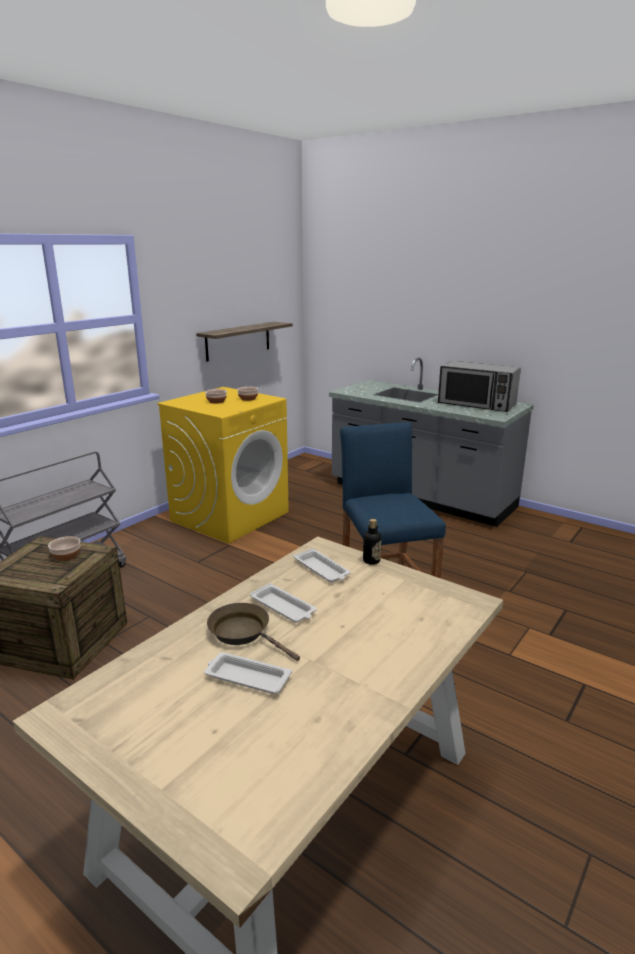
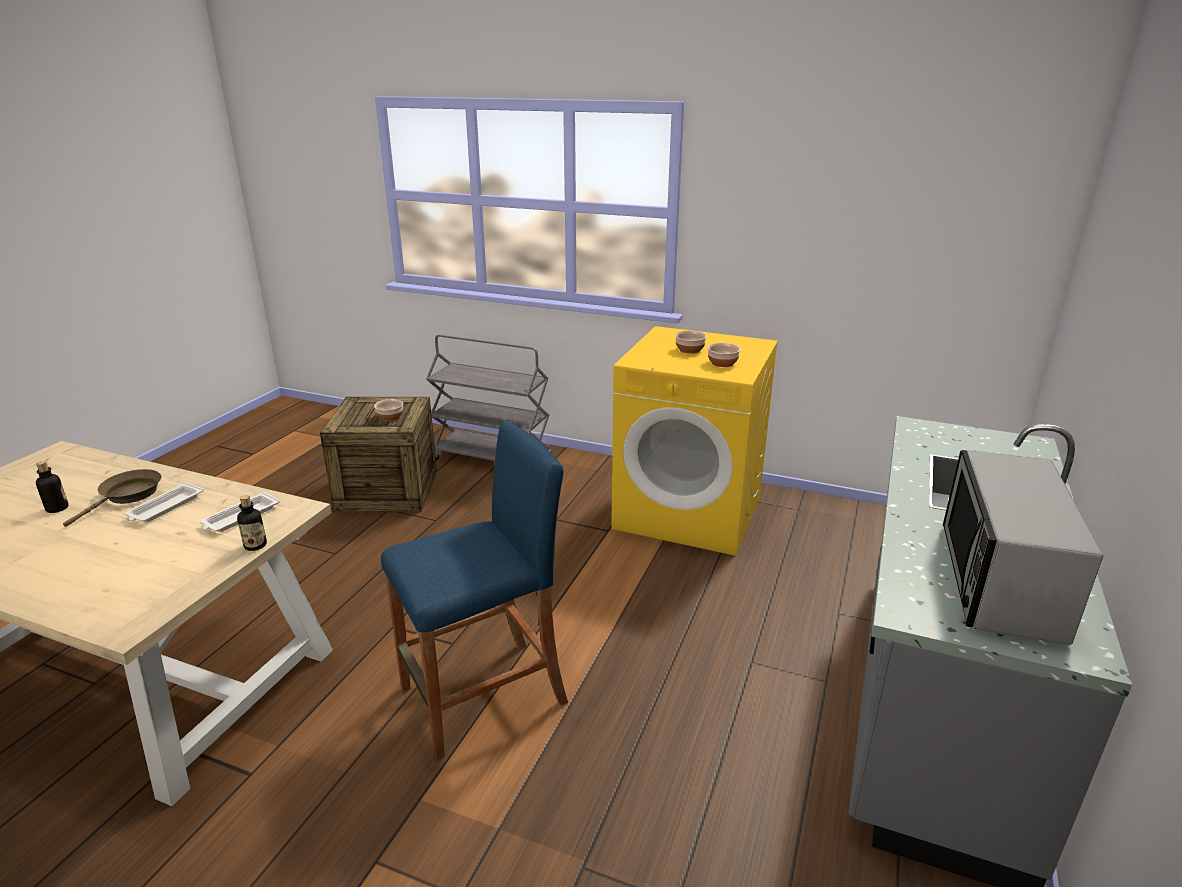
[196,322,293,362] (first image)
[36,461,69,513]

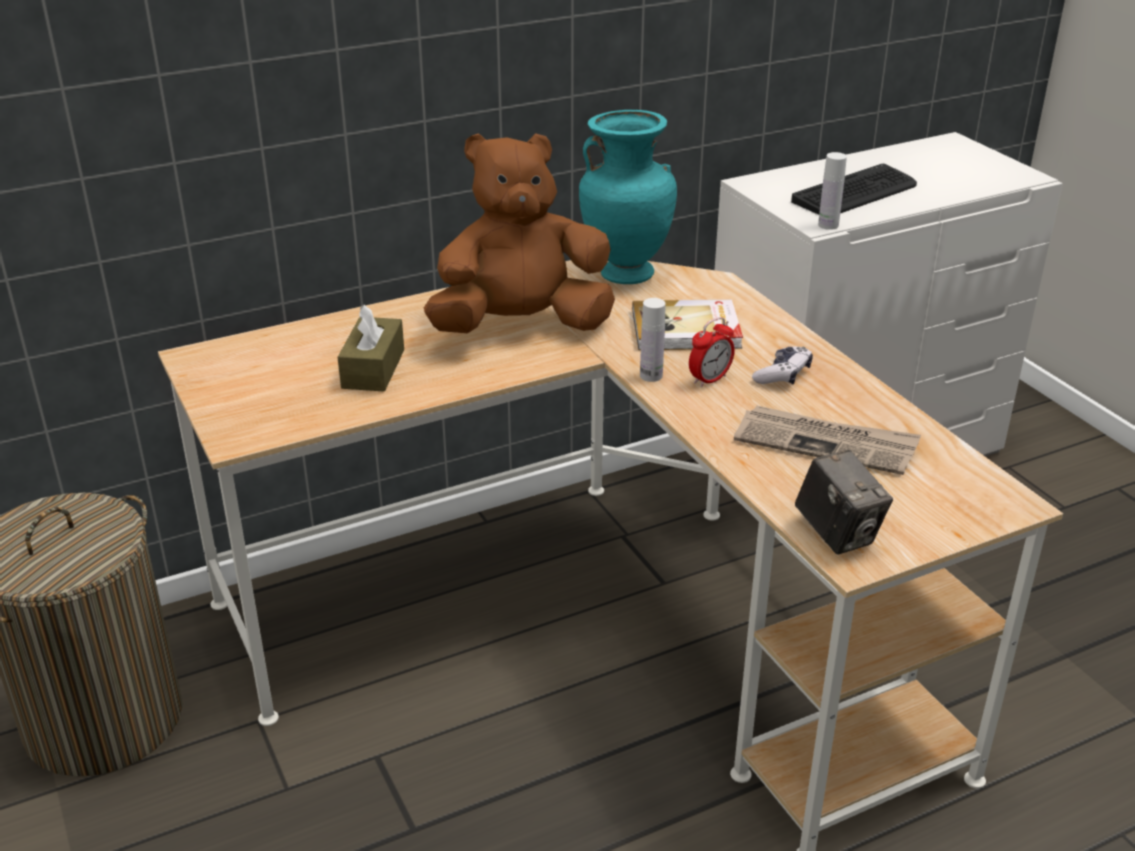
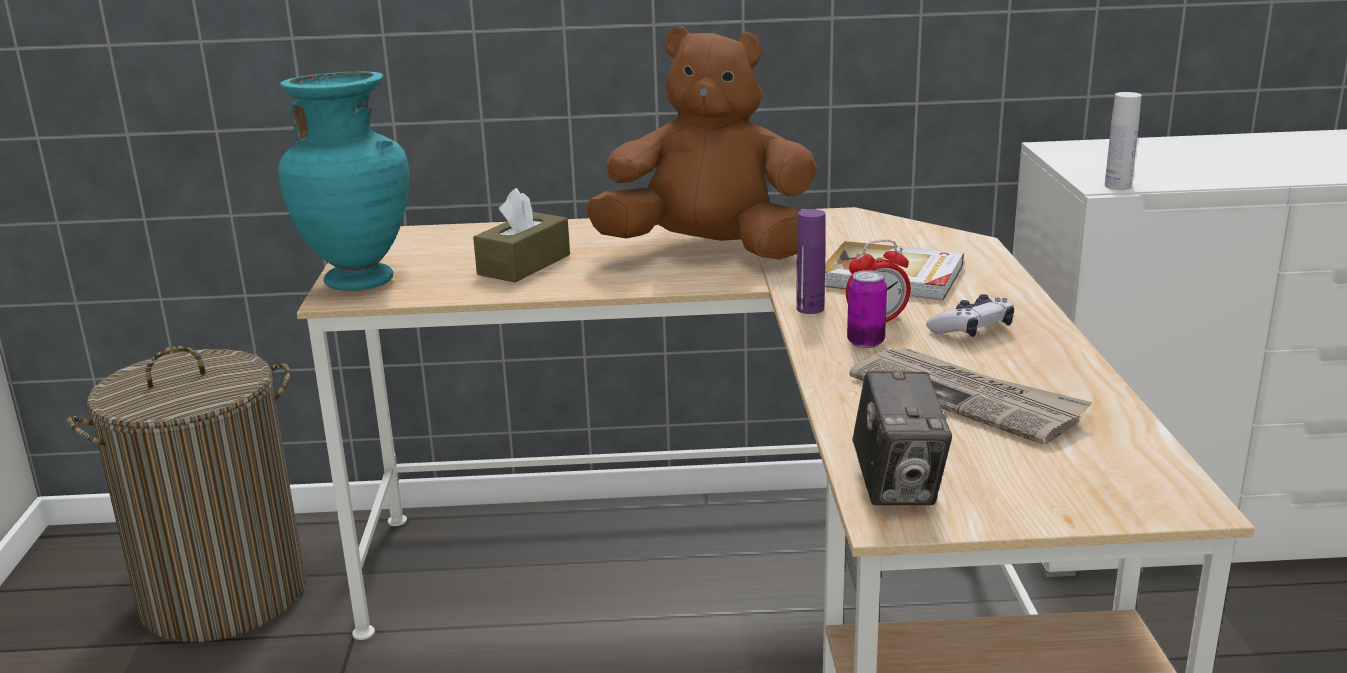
[791,164,917,215] (first image)
[847,270,887,348]
[278,71,409,291]
[796,209,826,314]

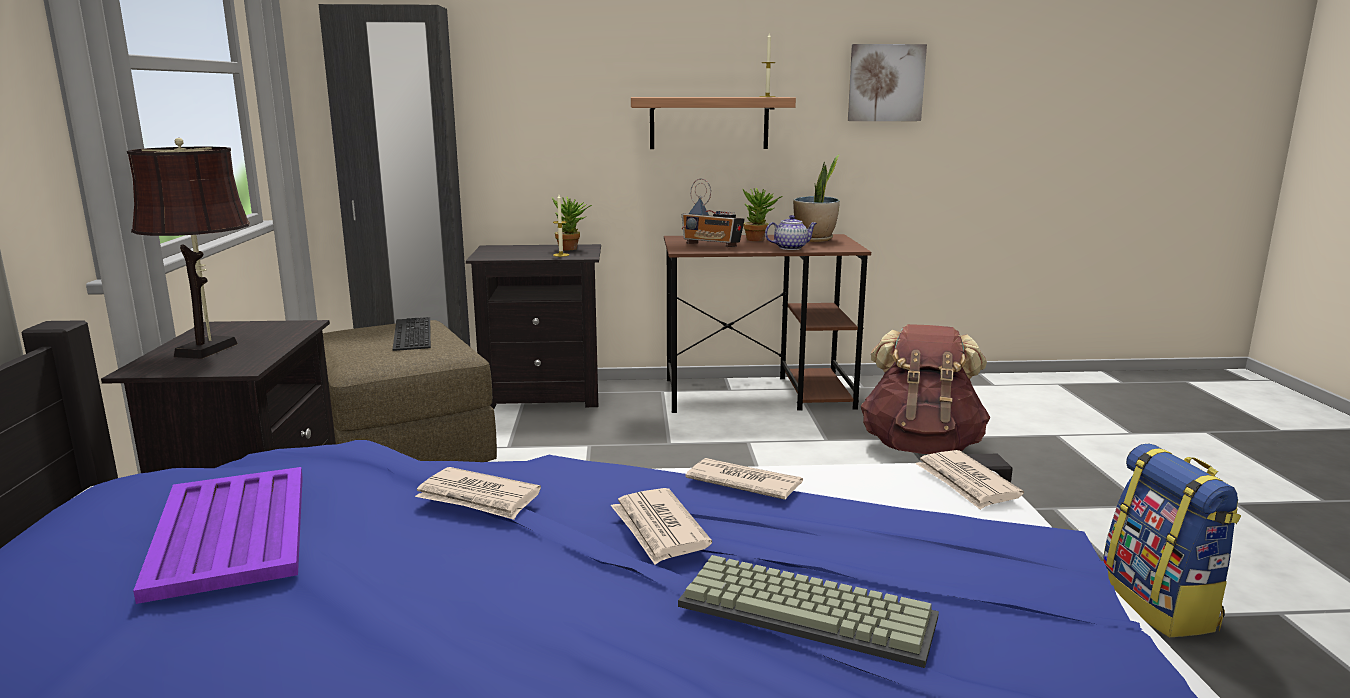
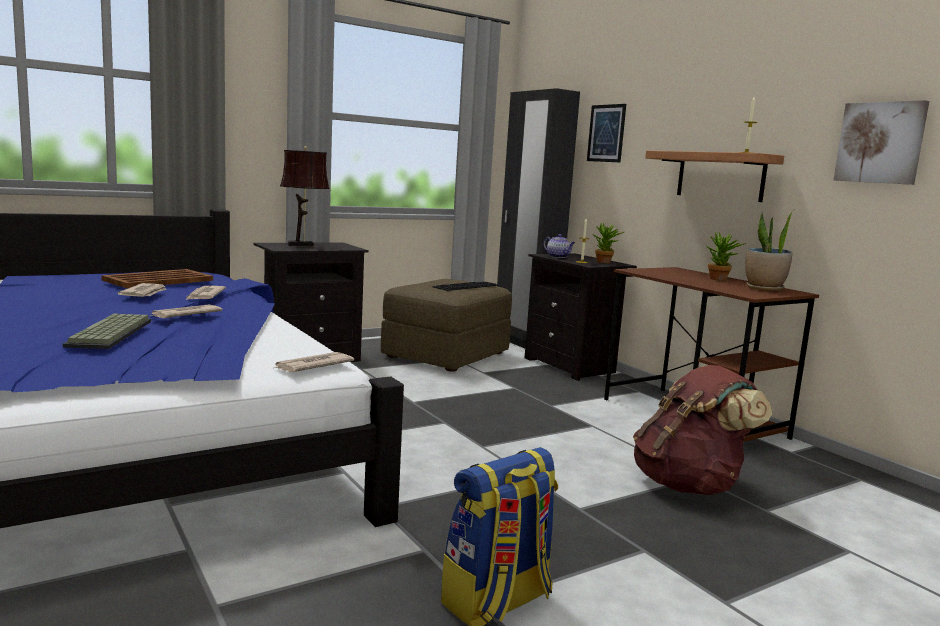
[682,178,745,247] (first image)
[587,104,626,162]
[117,283,167,297]
[543,234,575,258]
[101,269,213,288]

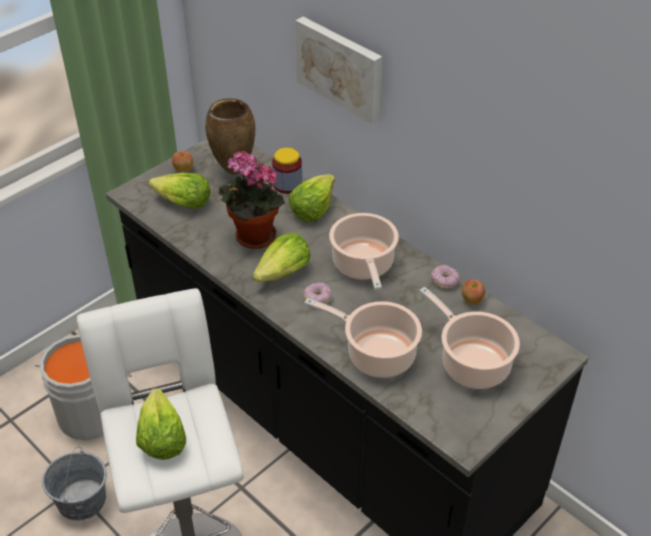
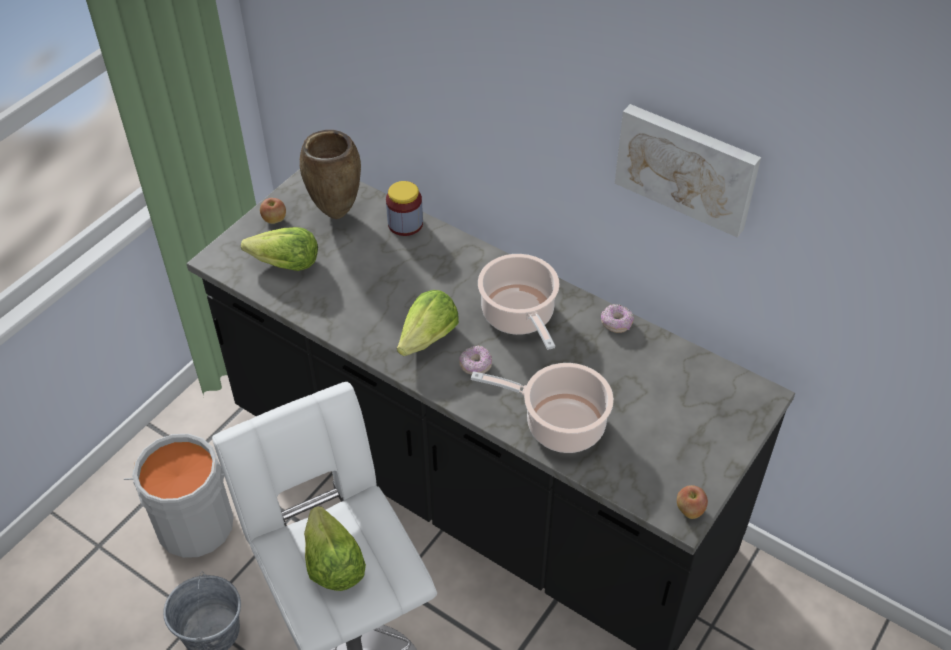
[218,151,285,249] (first image)
[289,174,335,222] (first image)
[419,287,520,389] (first image)
[615,104,761,238]
[677,485,708,519]

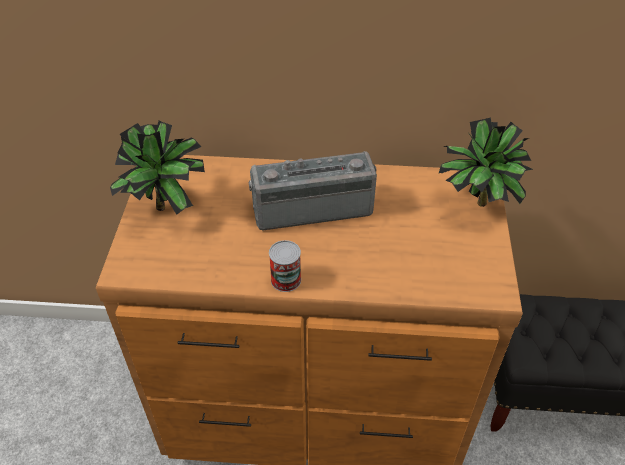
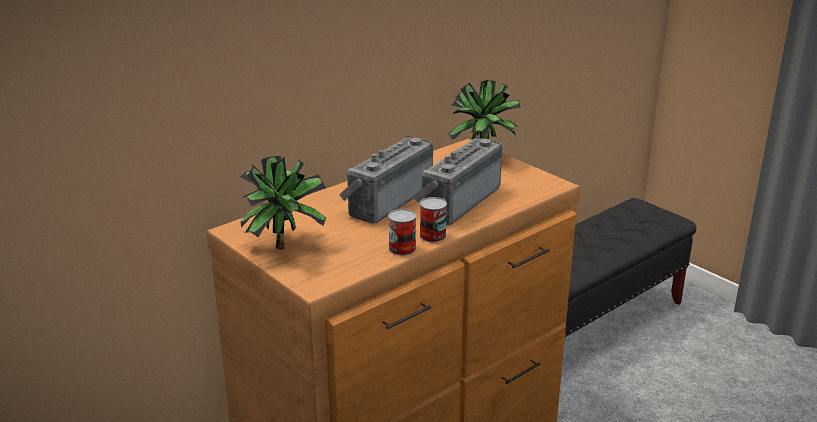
[388,209,416,256]
[413,137,502,225]

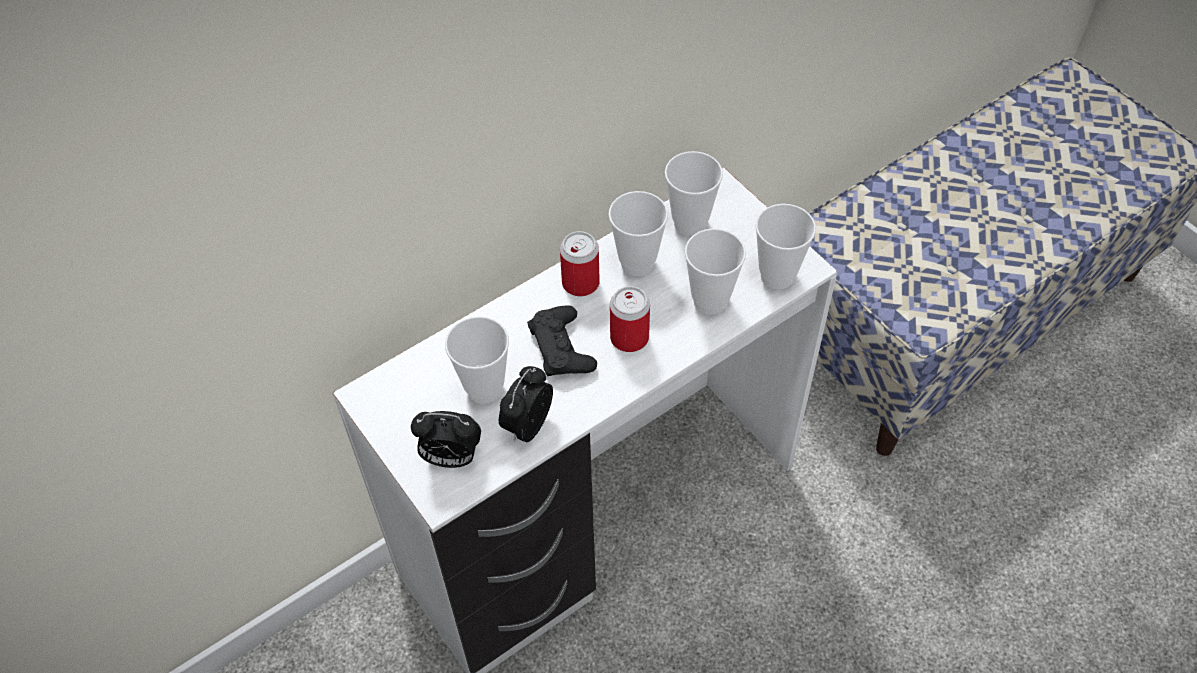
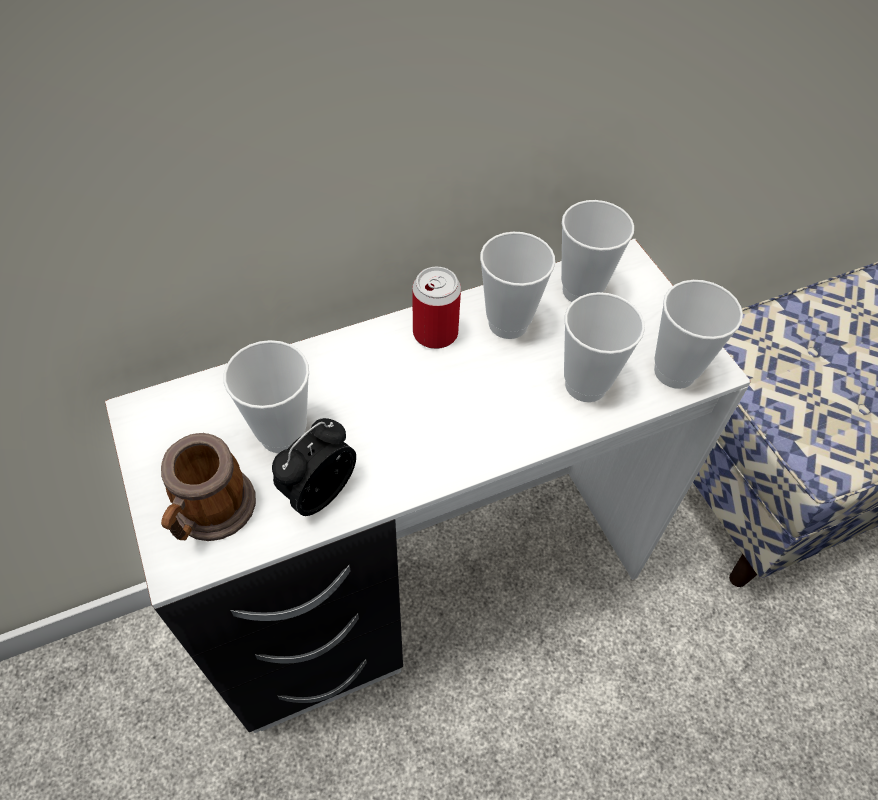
[527,305,597,376] (first image)
[610,286,650,352] (first image)
[161,433,256,541]

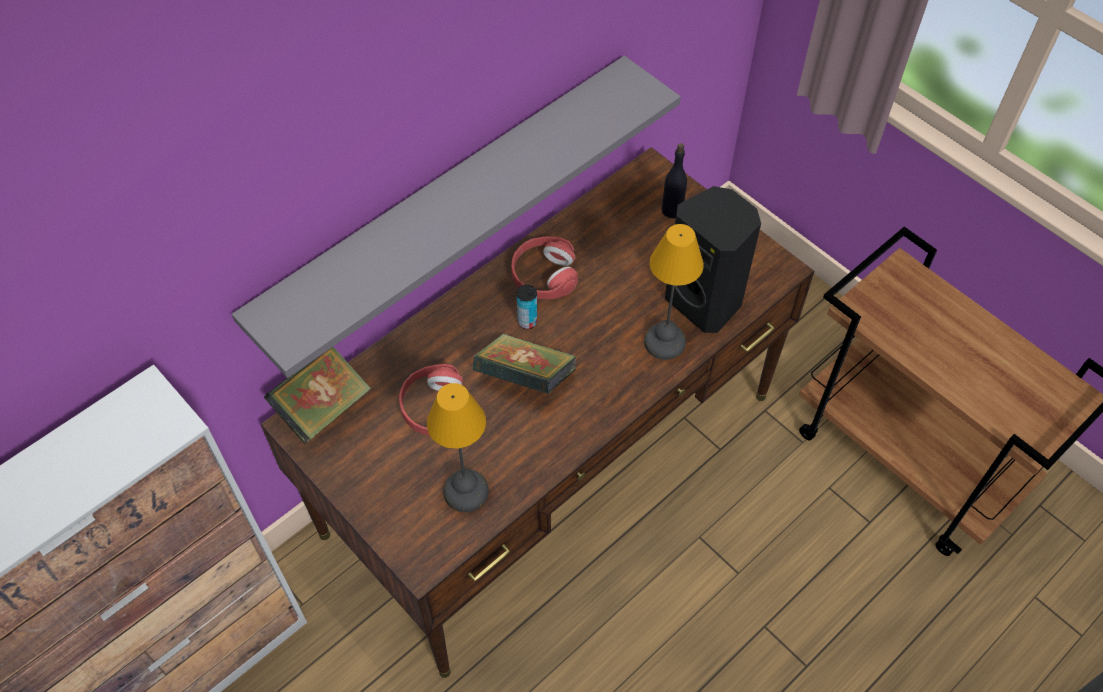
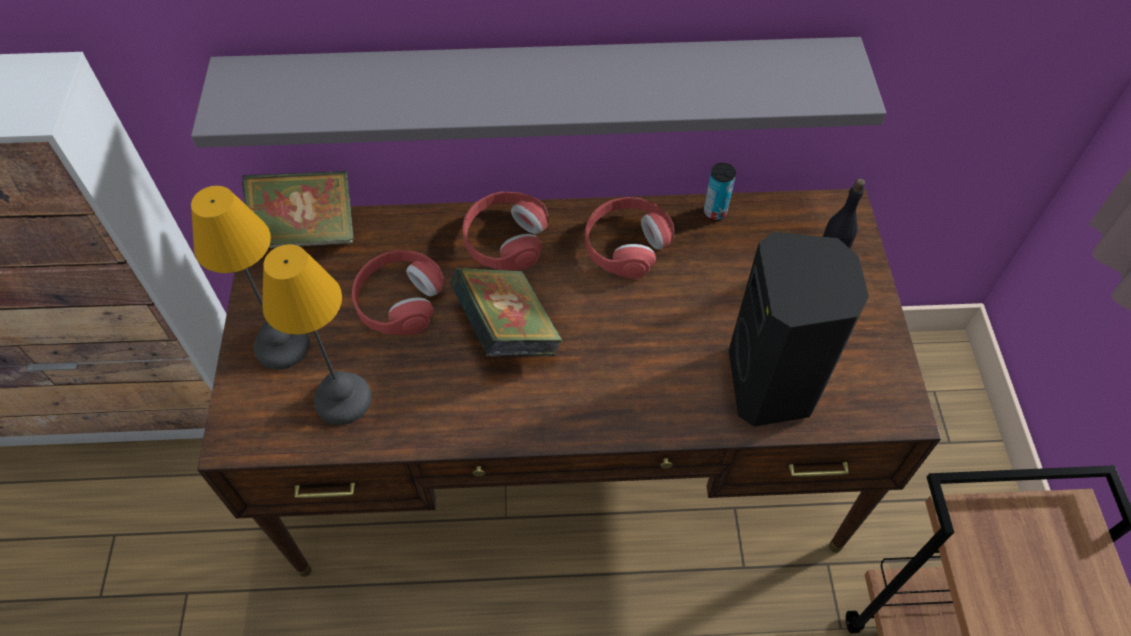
[463,192,549,270]
[704,163,736,221]
[191,186,310,370]

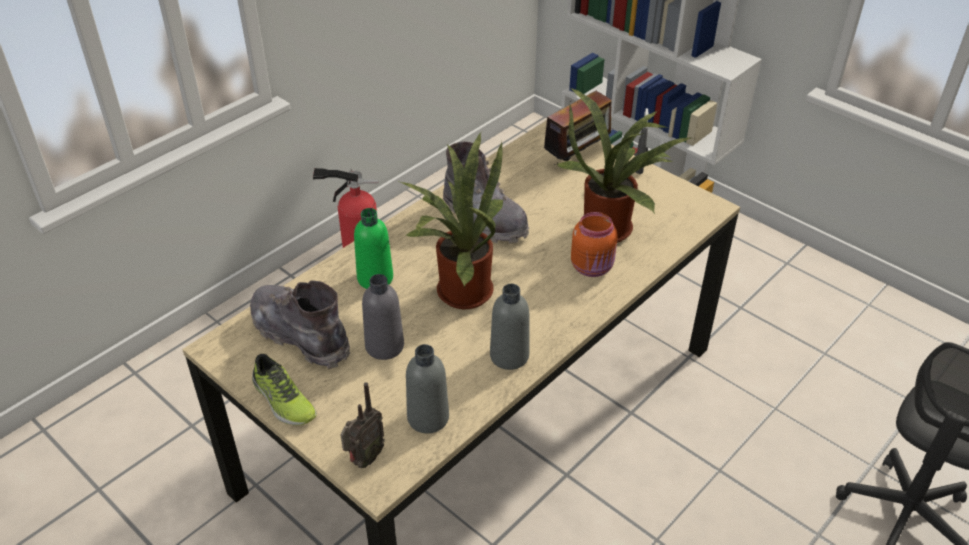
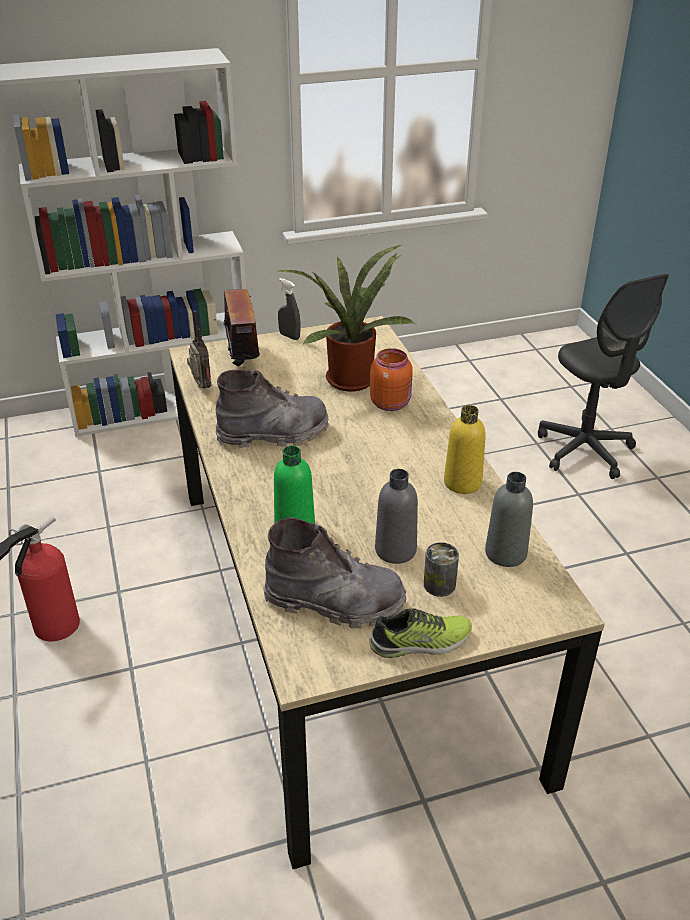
[400,133,504,309] (first image)
[424,542,459,597]
[187,310,211,389]
[444,405,486,494]
[263,517,406,628]

